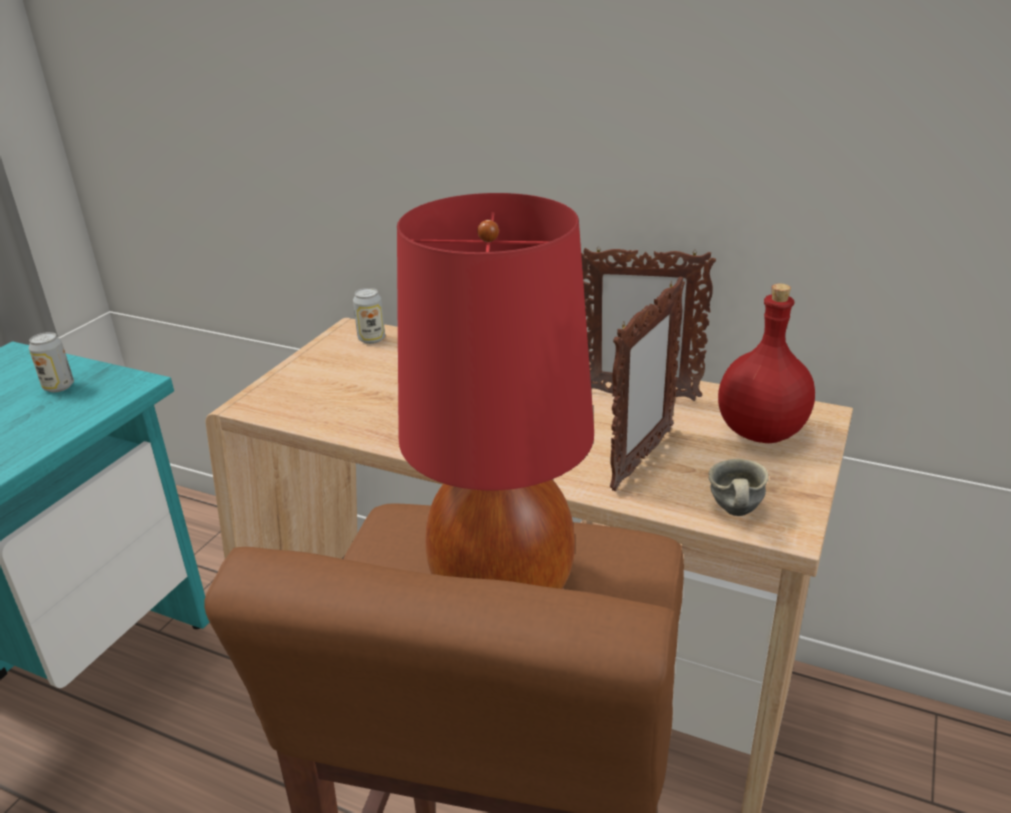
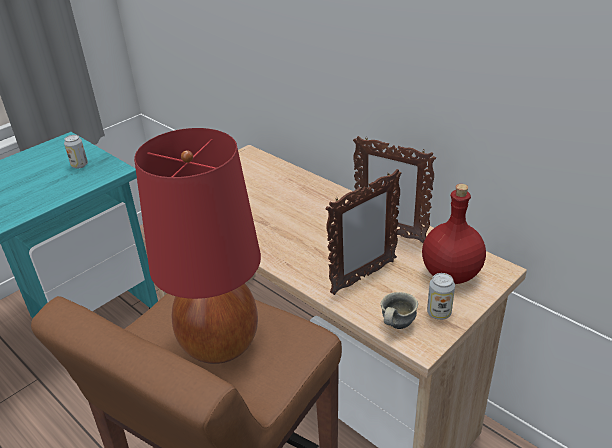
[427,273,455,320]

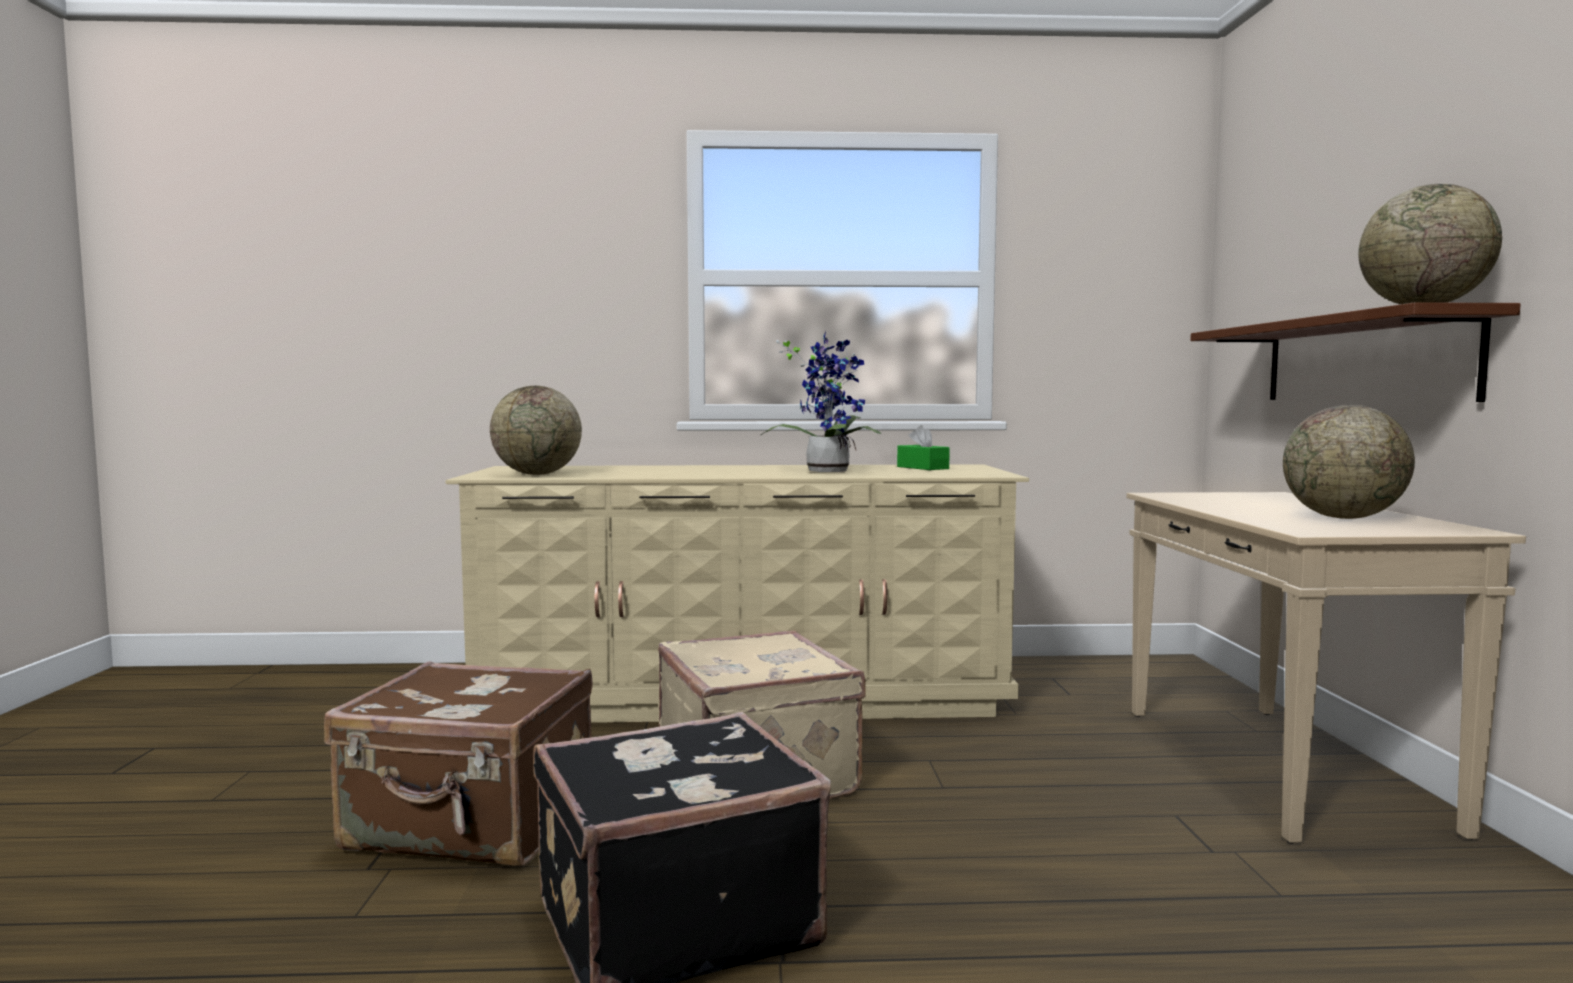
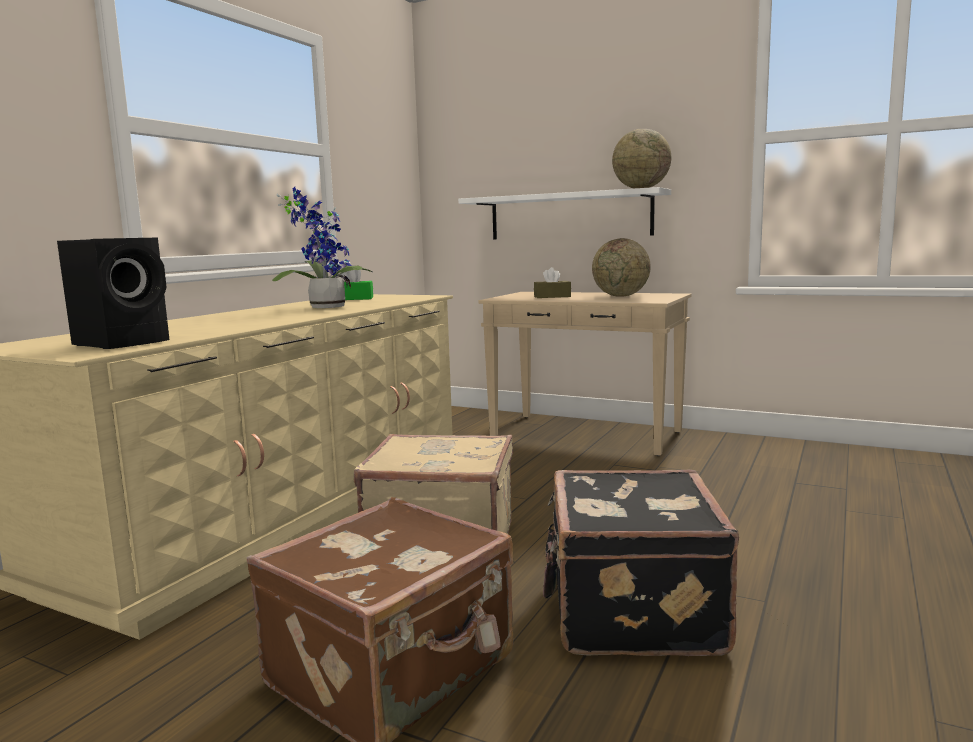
[534,267,571,298]
[57,238,170,349]
[458,187,671,240]

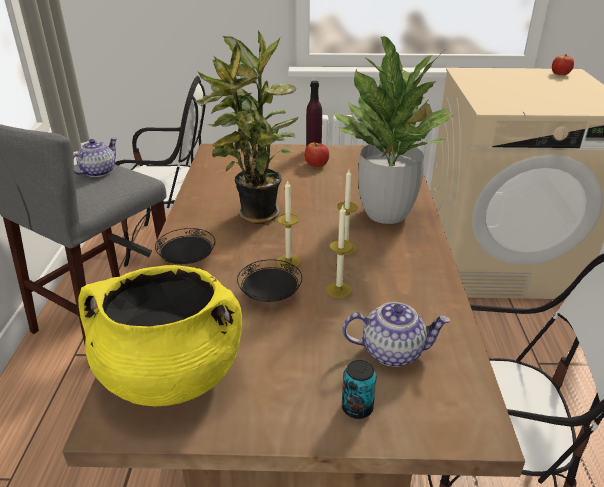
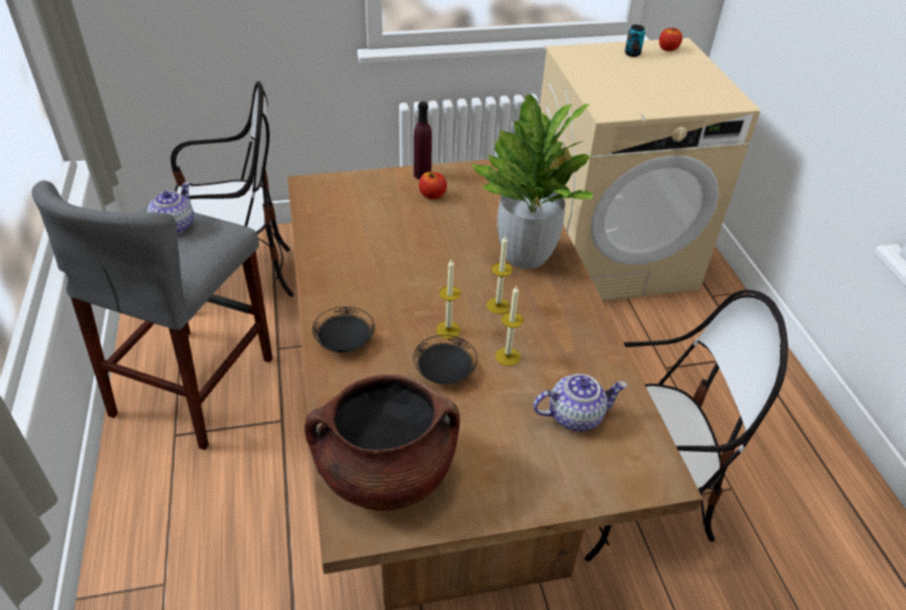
[195,30,298,224] (first image)
[625,25,645,57]
[304,375,460,511]

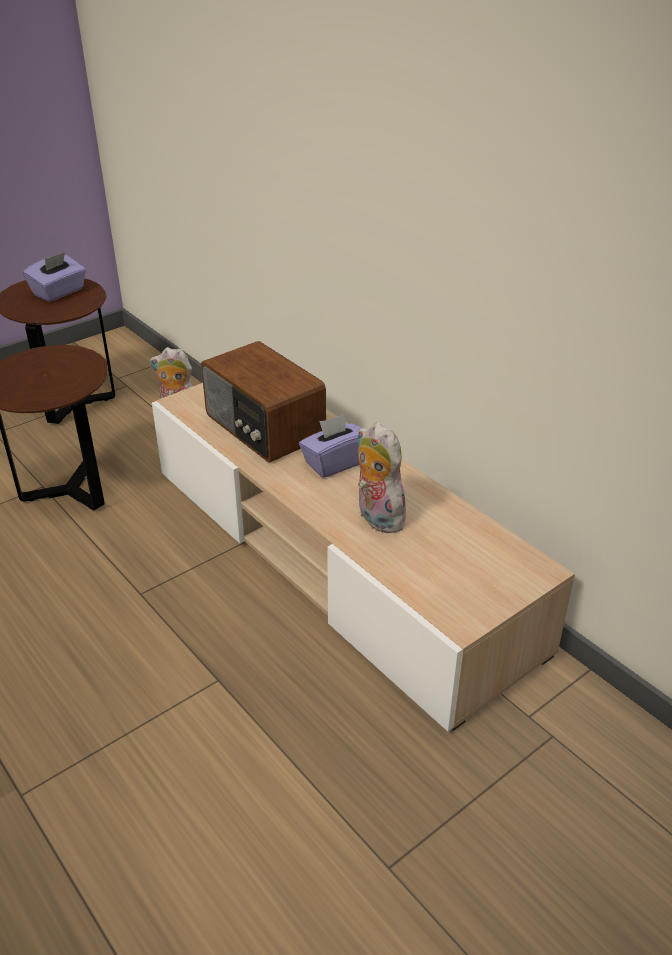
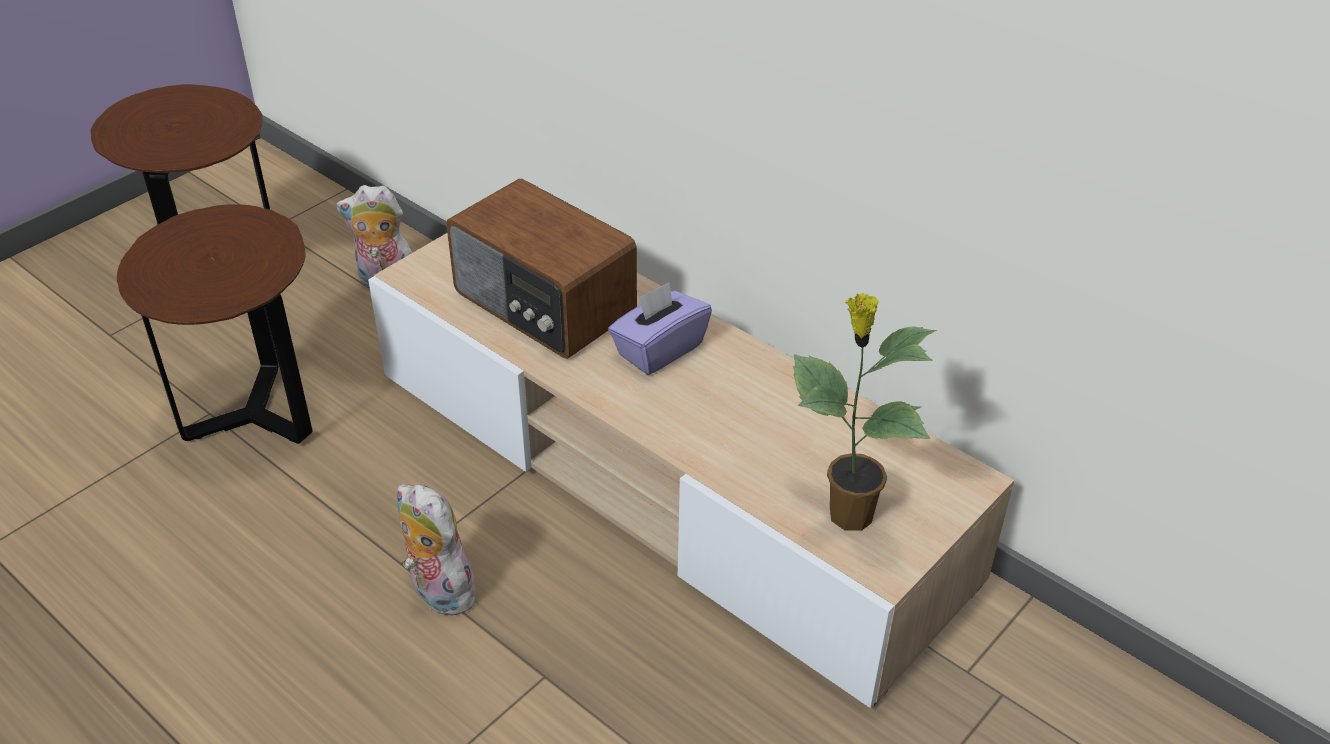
[23,252,86,302] (first image)
[793,293,937,531]
[397,484,481,616]

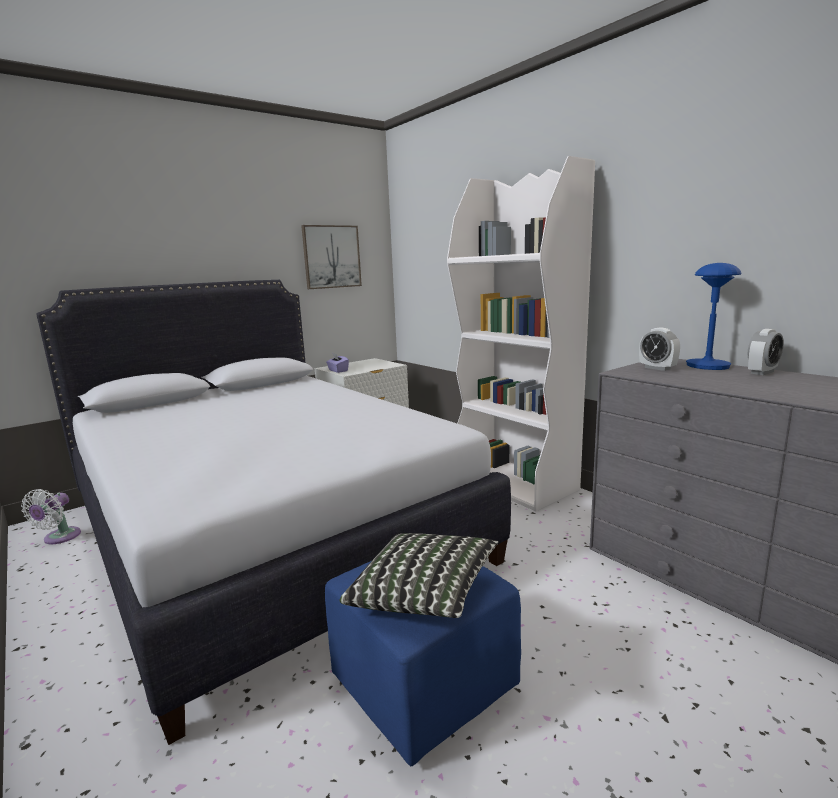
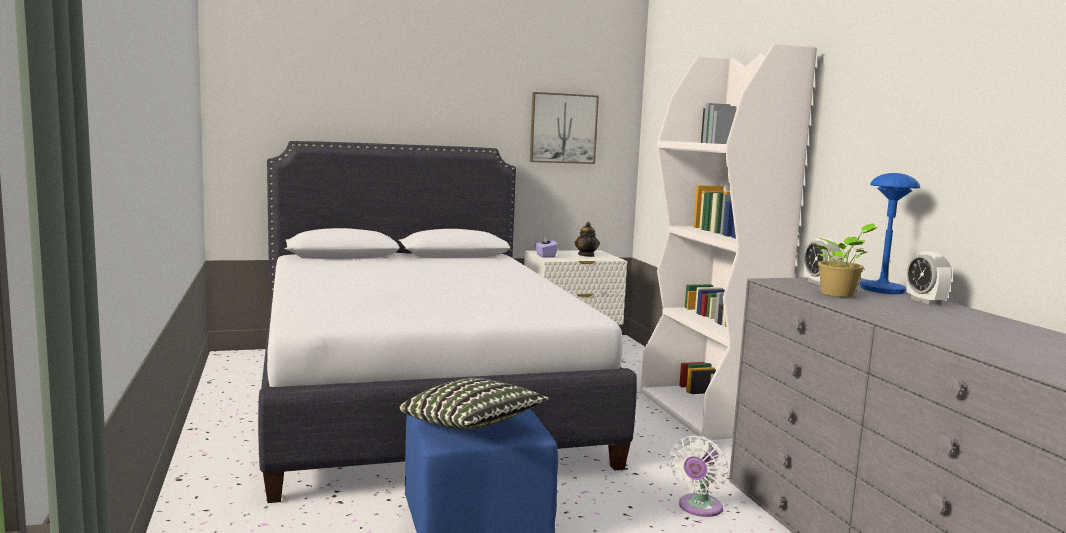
[575,222,600,257]
[810,224,878,297]
[670,436,728,517]
[906,251,952,305]

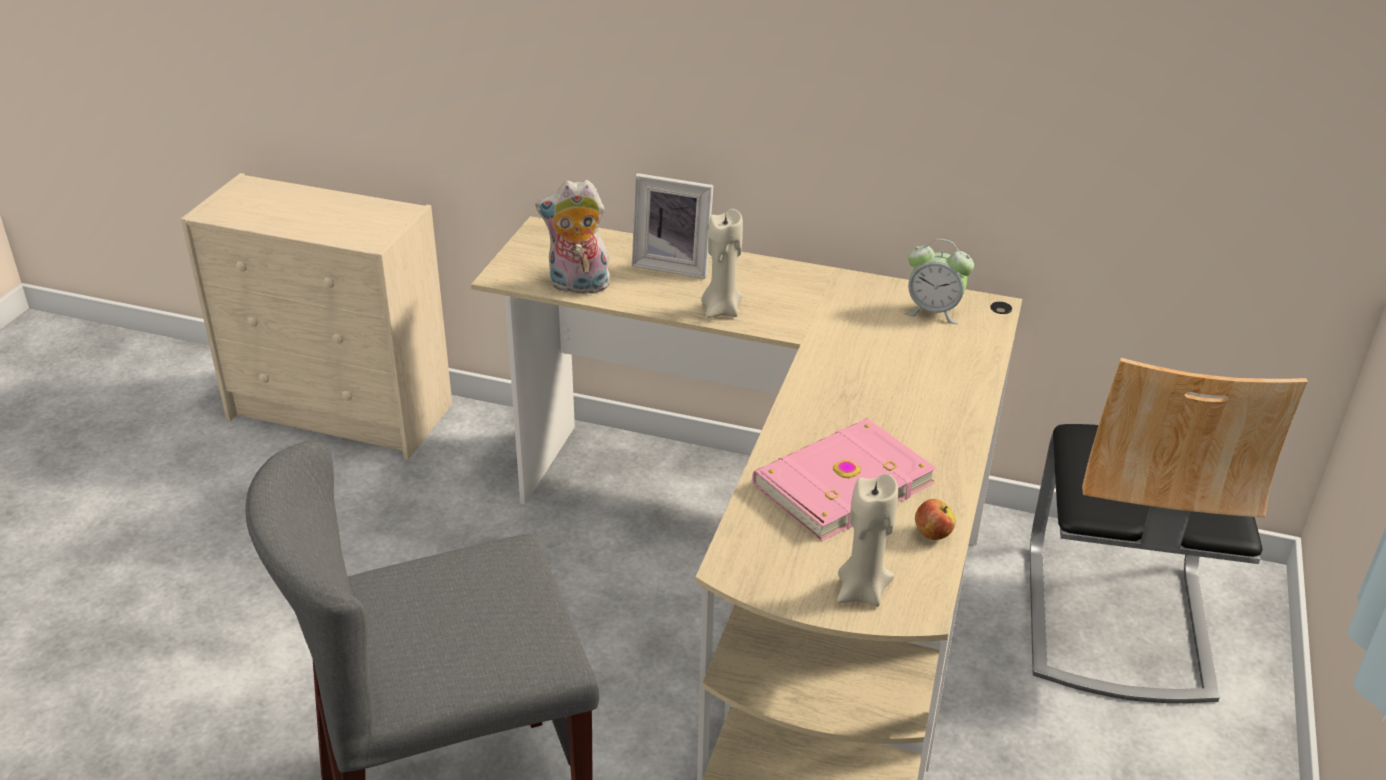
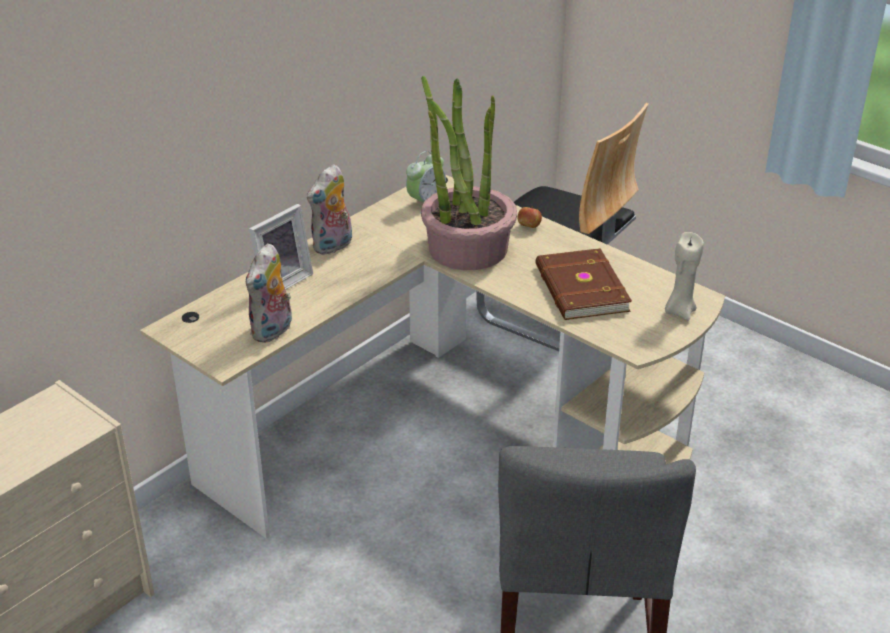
[701,209,743,318] (first image)
[307,164,352,255]
[421,76,517,270]
[518,206,542,228]
[536,248,632,320]

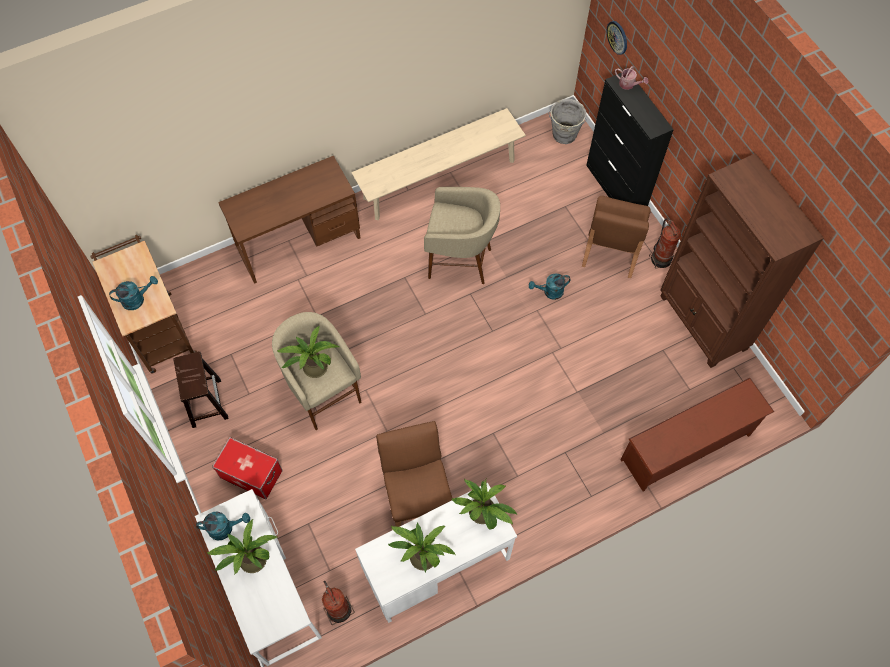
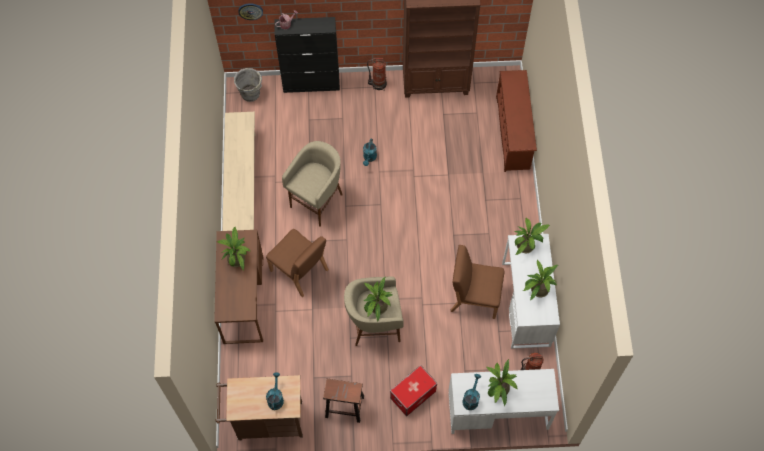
[217,227,251,270]
[266,229,329,297]

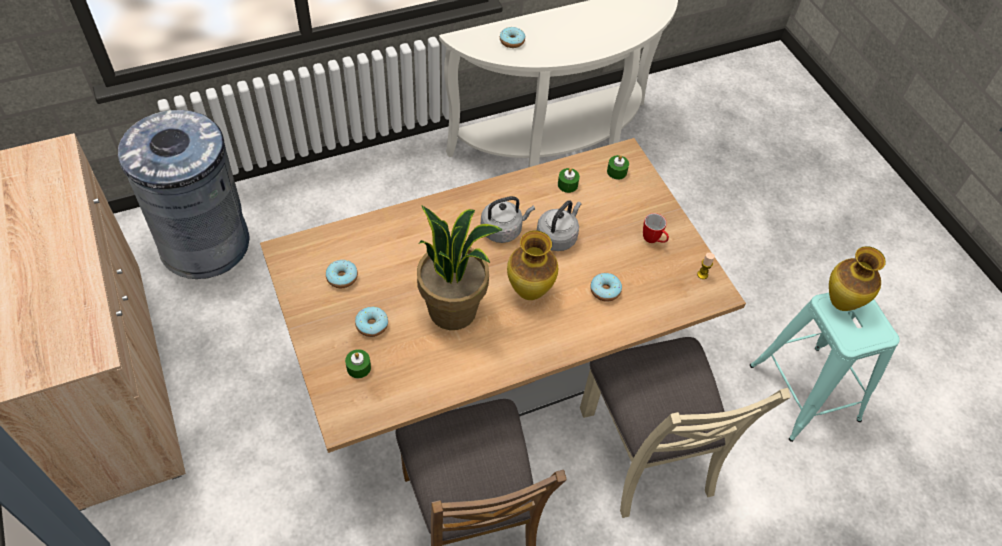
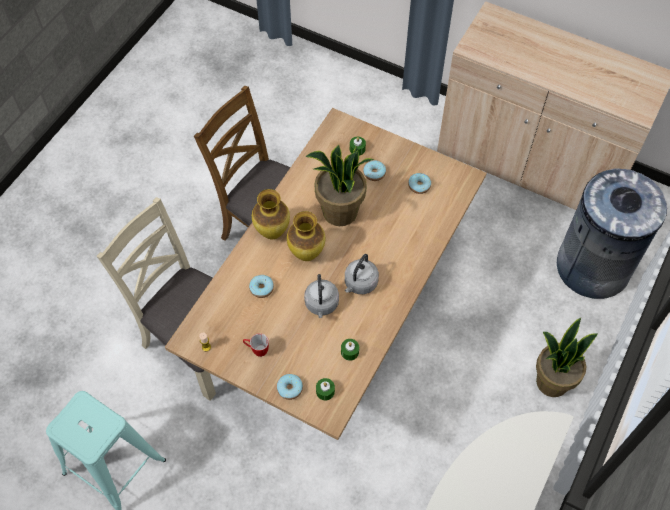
[536,318,598,397]
[277,374,303,400]
[252,189,290,239]

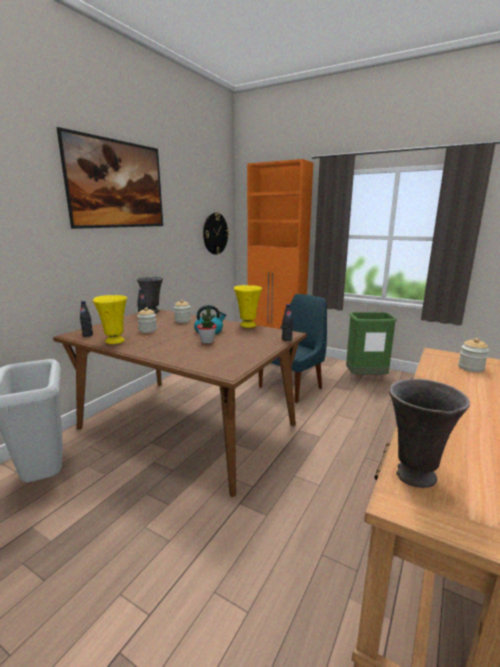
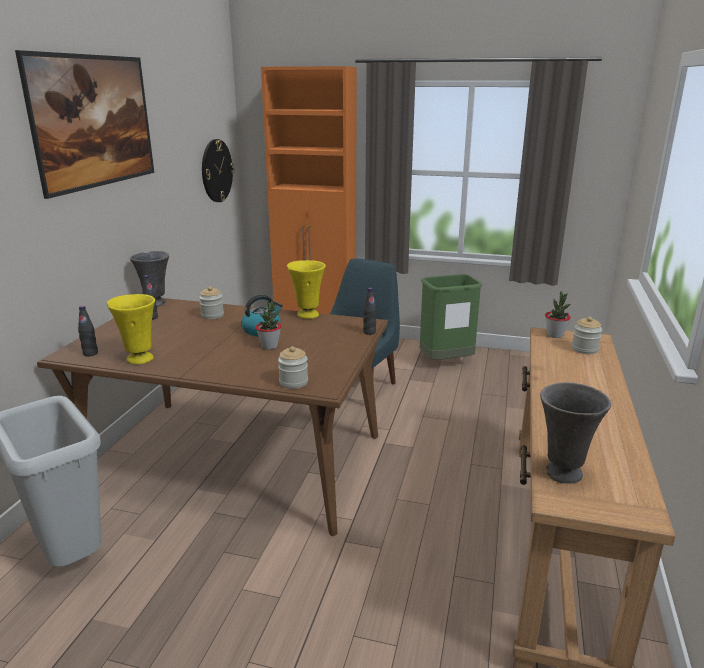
[545,291,571,338]
[278,346,308,389]

